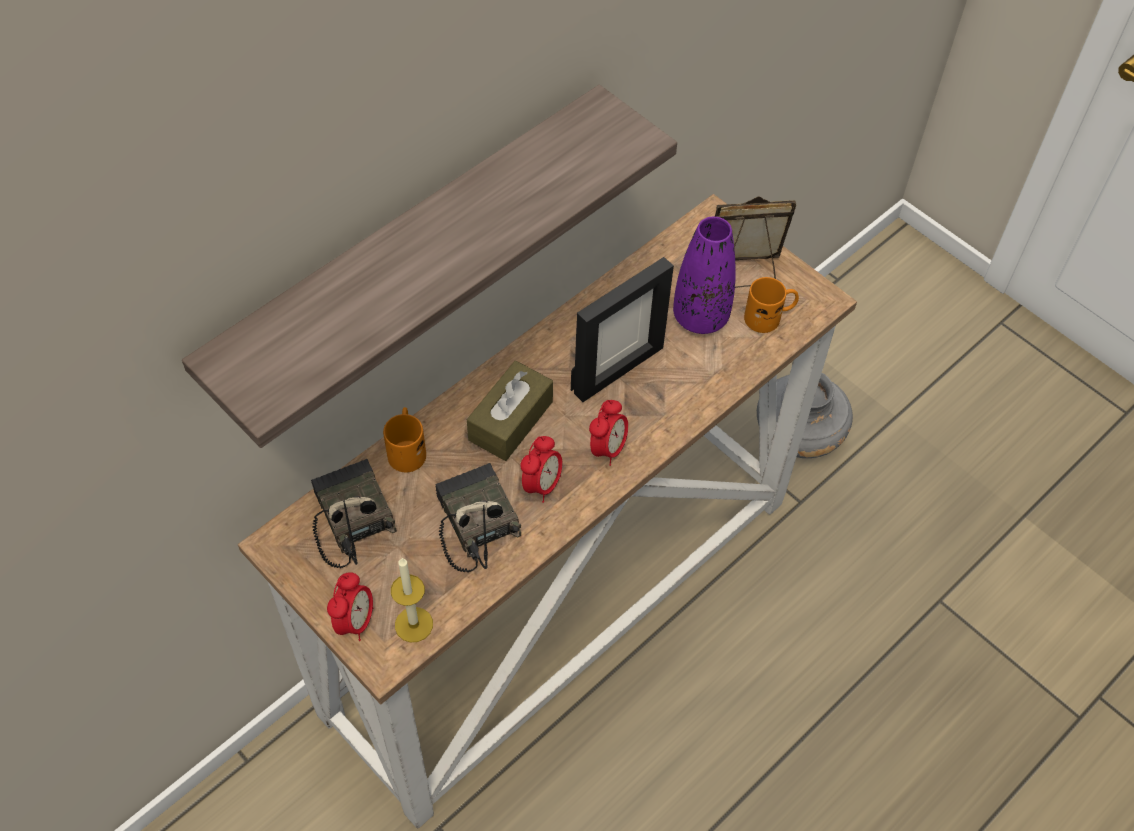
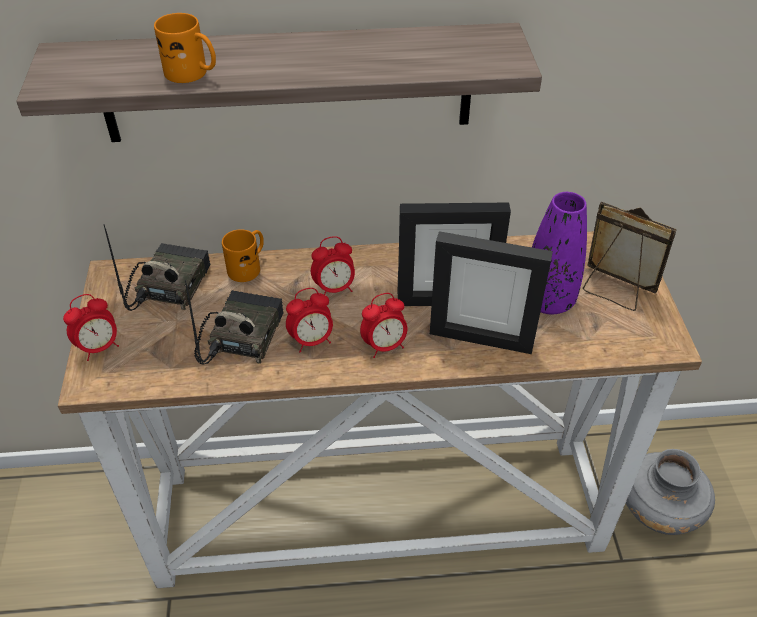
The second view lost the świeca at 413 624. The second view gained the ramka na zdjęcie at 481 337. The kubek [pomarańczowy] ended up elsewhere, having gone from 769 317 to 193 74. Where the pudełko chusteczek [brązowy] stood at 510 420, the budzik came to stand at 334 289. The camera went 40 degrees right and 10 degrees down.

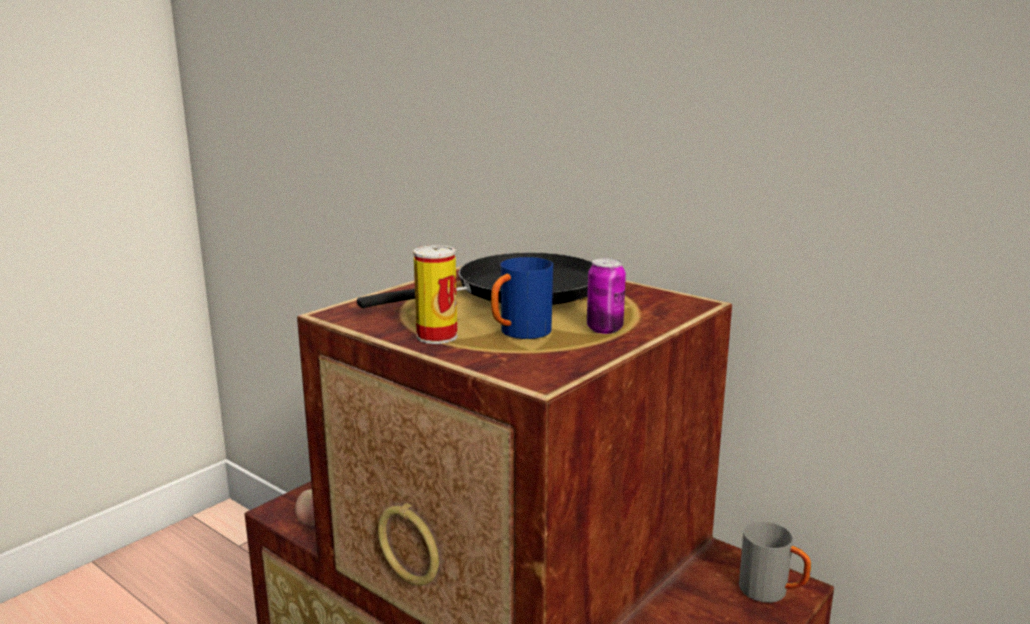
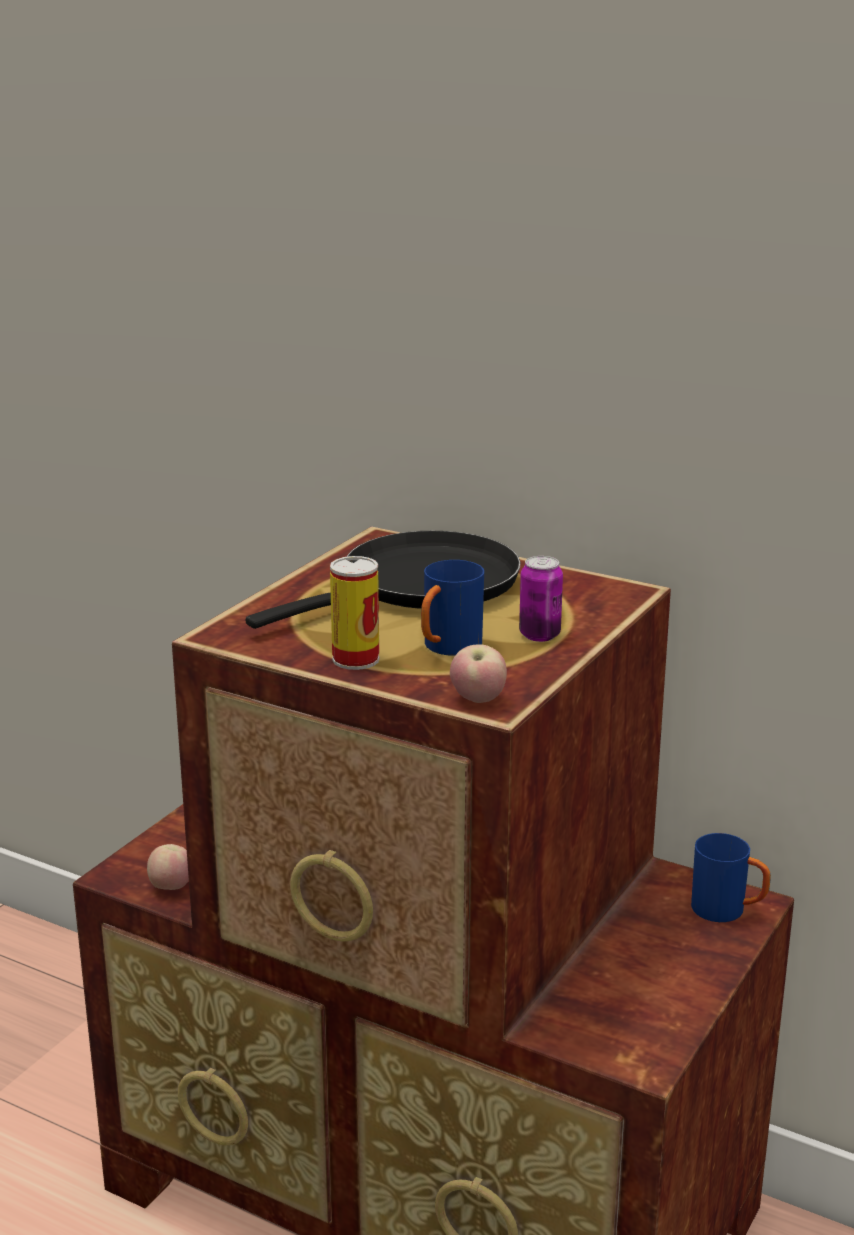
The second view gained the jabłko at 478 700. What was the kubek [szary] at 772 592 turned into the kubek [niebieski] at 728 911. The camera went 10 degrees left and 5 degrees up.

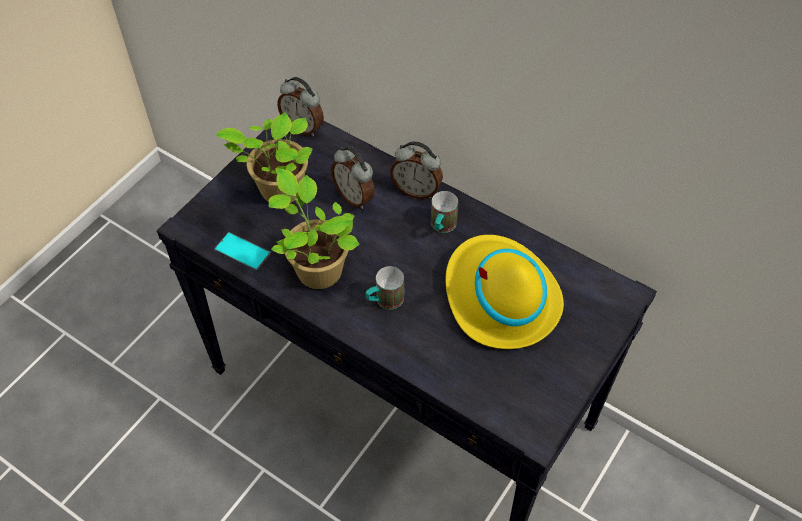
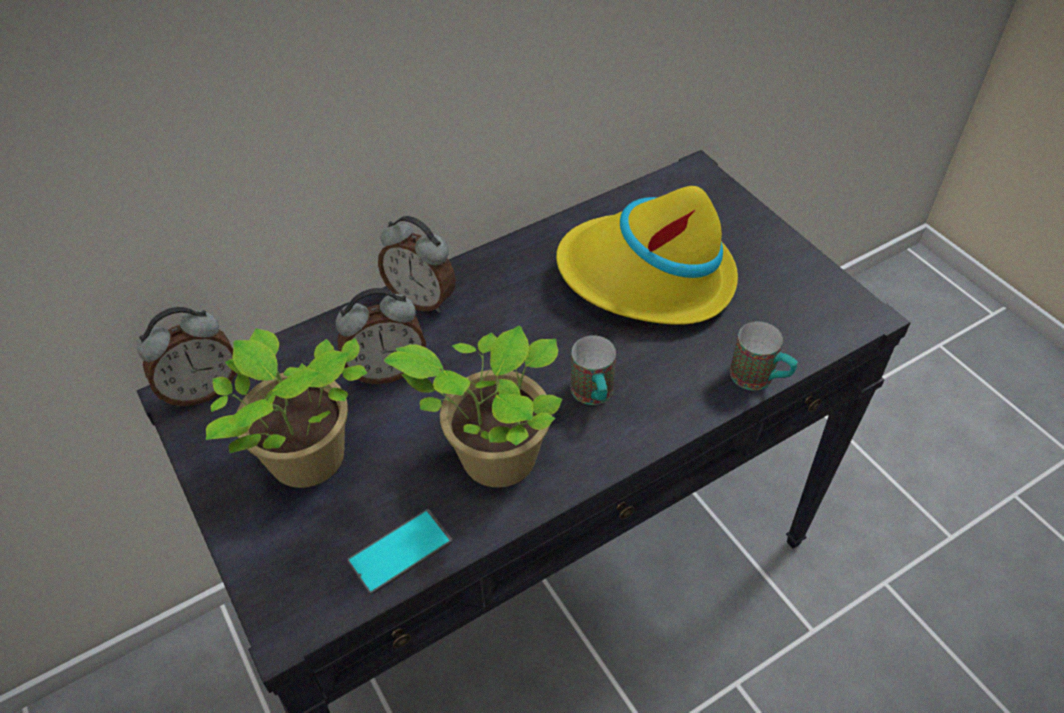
The kubek ended up elsewhere, having gone from 441 227 to 759 379. The budzik at 416 190 ended up facing another way, 75 degrees clockwise from before. The camera went 65 degrees left and 5 degrees down.

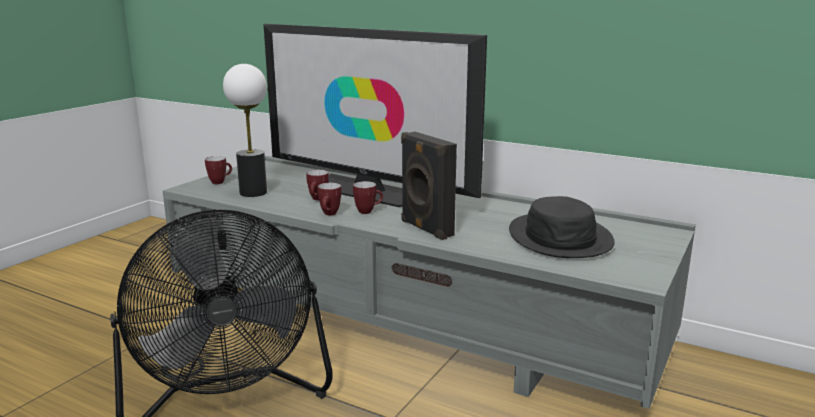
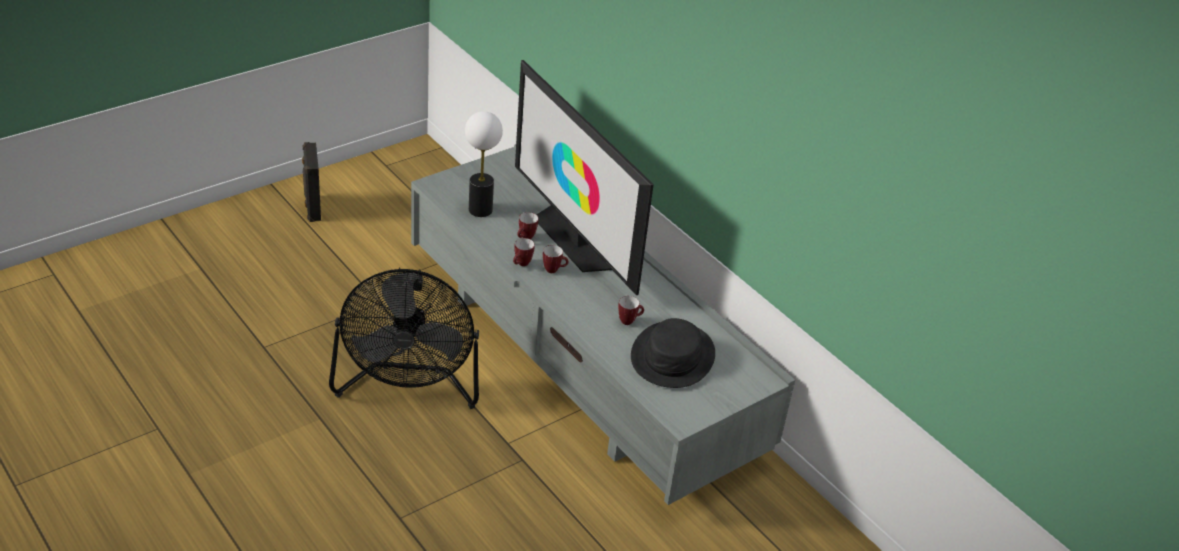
The kubek ended up elsewhere, having gone from 220 182 to 629 321. The głośnik [czarny] ended up elsewhere, having gone from 425 229 to 312 208. The camera went 20 degrees right and 20 degrees up.

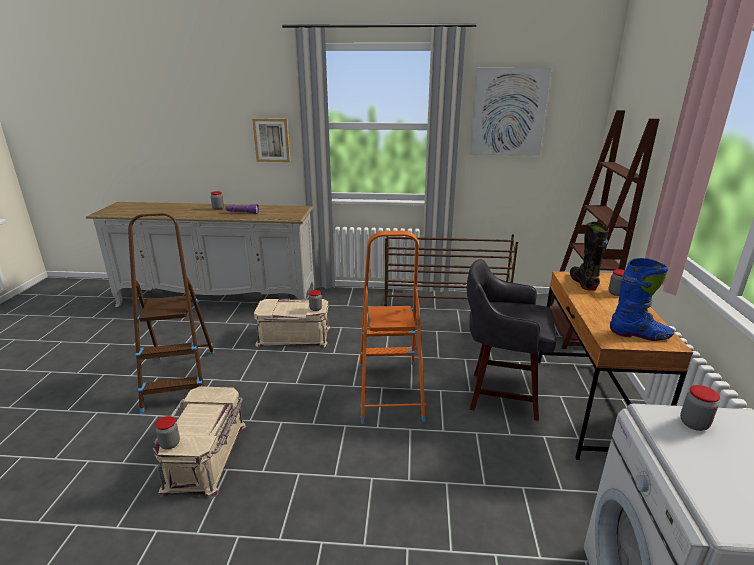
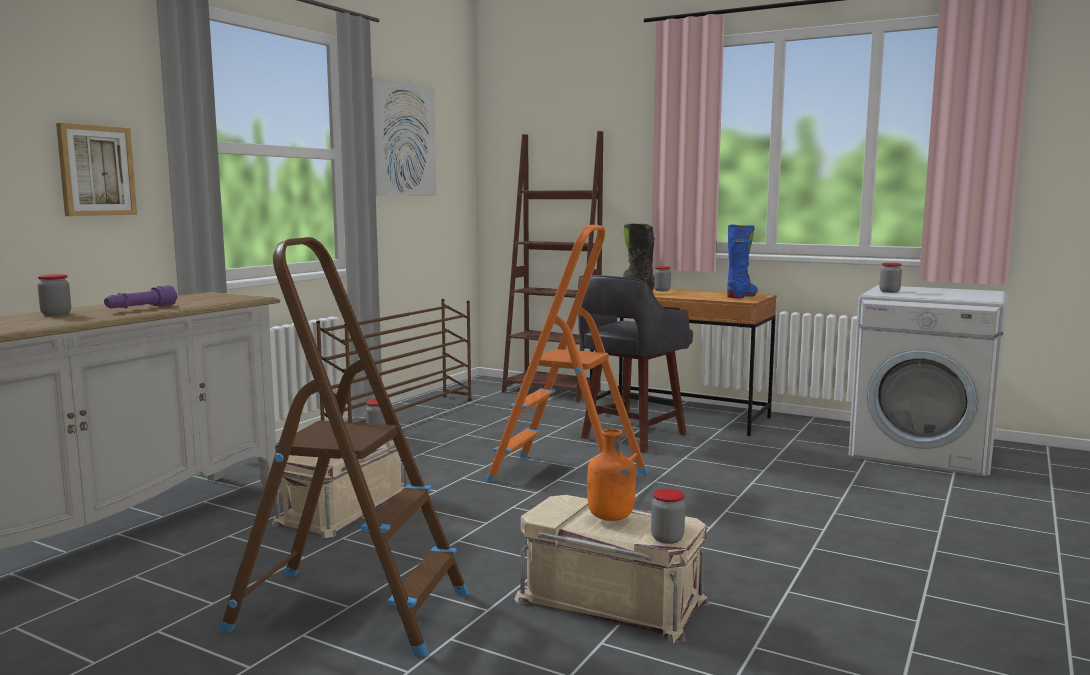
The second view gained the butelka [pomarańczowy] at 611 518. The camera went 65 degrees left and 15 degrees down.

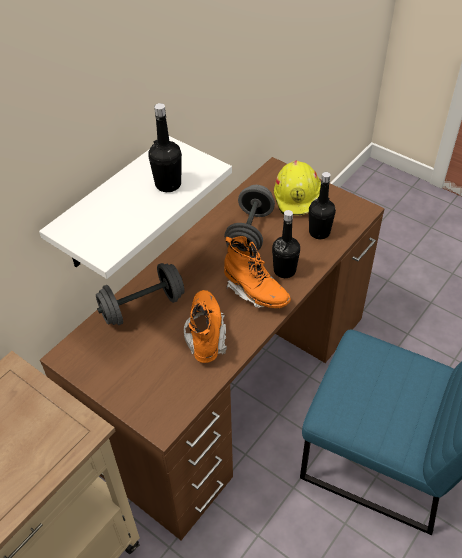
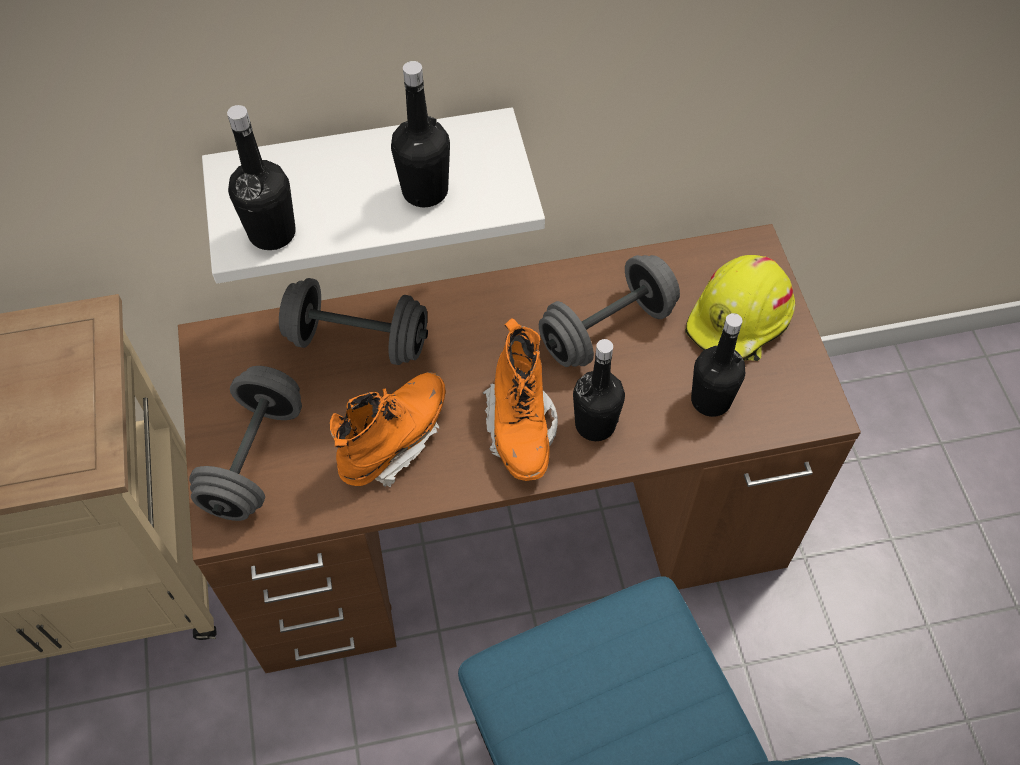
The second view gained the hantel [szary] at 254 459. The second view gained the butelka [czarny] at 272 233. The camera went 40 degrees right and 10 degrees up.

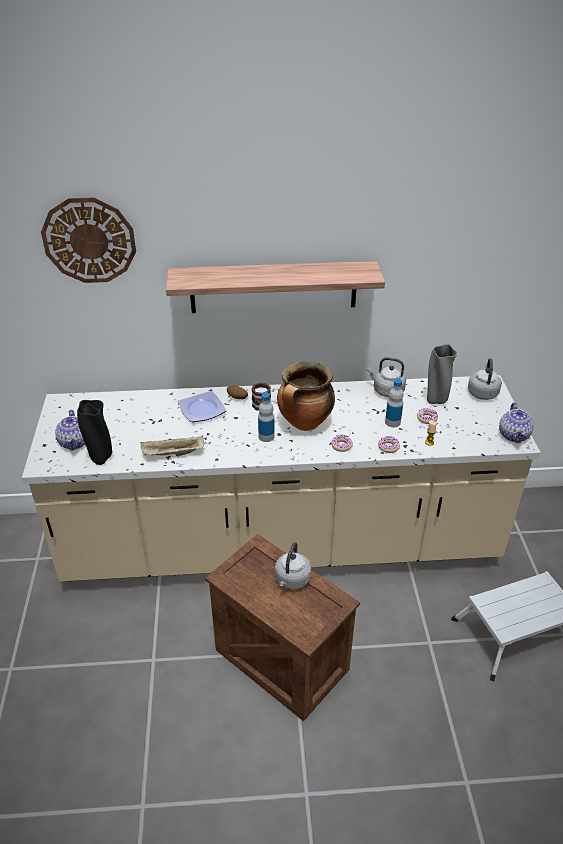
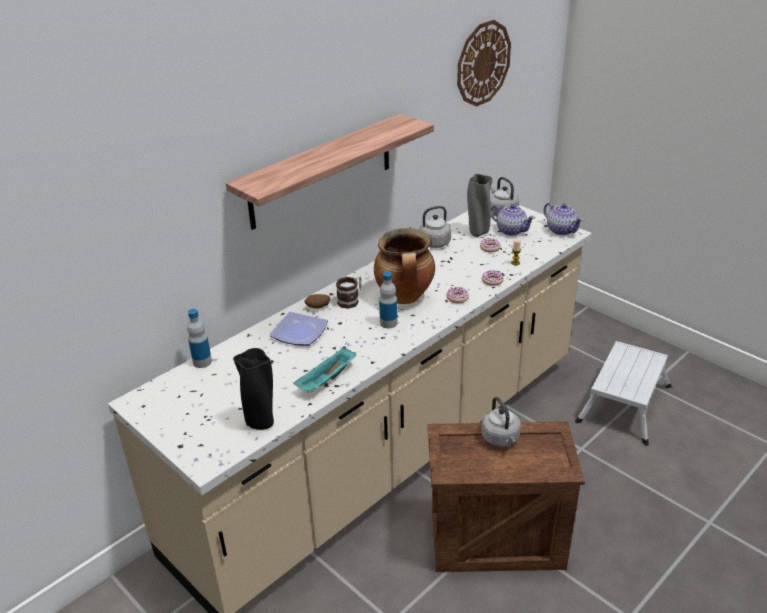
The zegar ścienny ended up elsewhere, having gone from 89 240 to 483 63. The imbryk ended up elsewhere, having gone from 75 442 to 511 230. The butelka ended up elsewhere, having gone from 392 422 to 202 362. What was the taca [beżowy] at 172 454 turned into the taca [turkusowy] at 327 380. The camera went 40 degrees left and 5 degrees down.

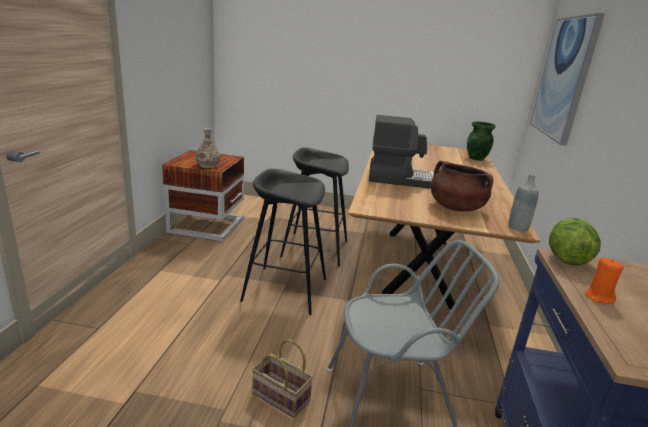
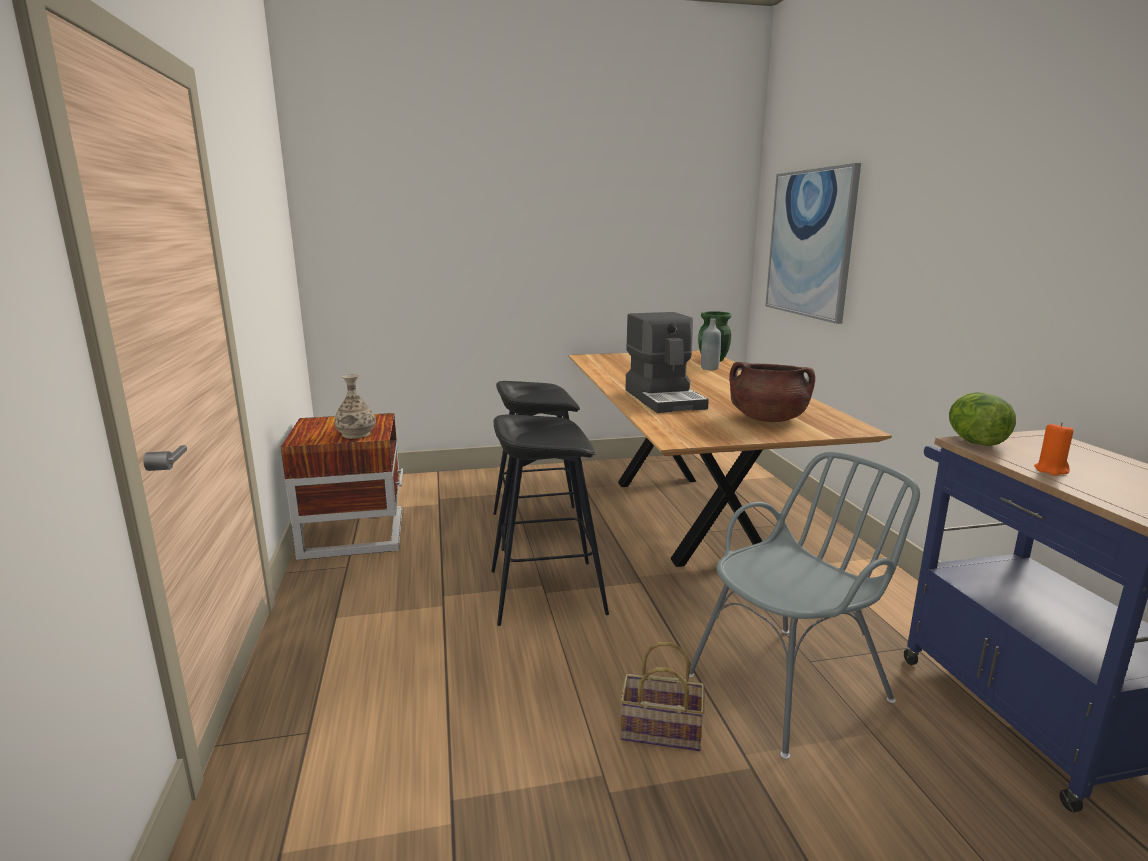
The butelka [szary] ended up elsewhere, having gone from 518 227 to 709 368. The ekspres do kawy at 400 179 ended up facing another way, 90 degrees clockwise from before. The camera went 20 degrees left and 5 degrees down.

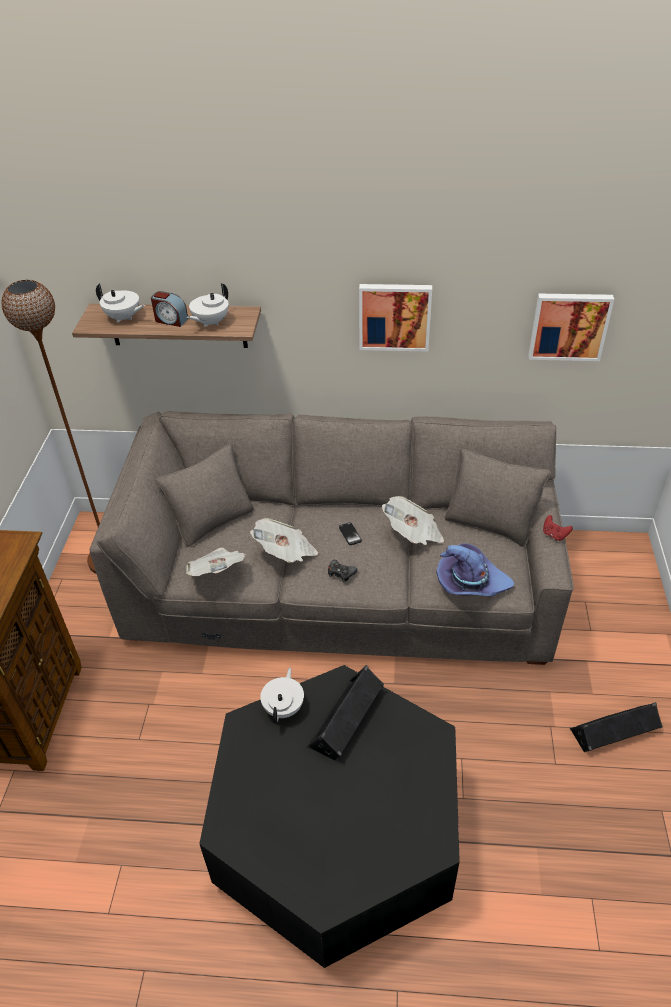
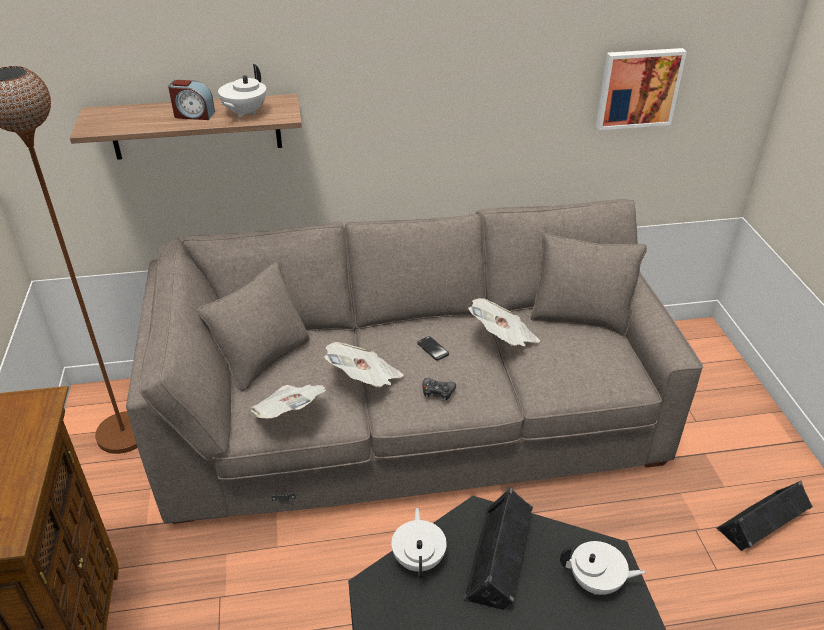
The second view lost the obraz at 394 316. The second view lost the kapelusz [fioletowy] at 470 582. The second view lost the pad do gier [czerwony] at 554 535. The imbryk [biały] ended up elsewhere, having gone from 123 318 to 596 582. The camera went 15 degrees left and 5 degrees down.

